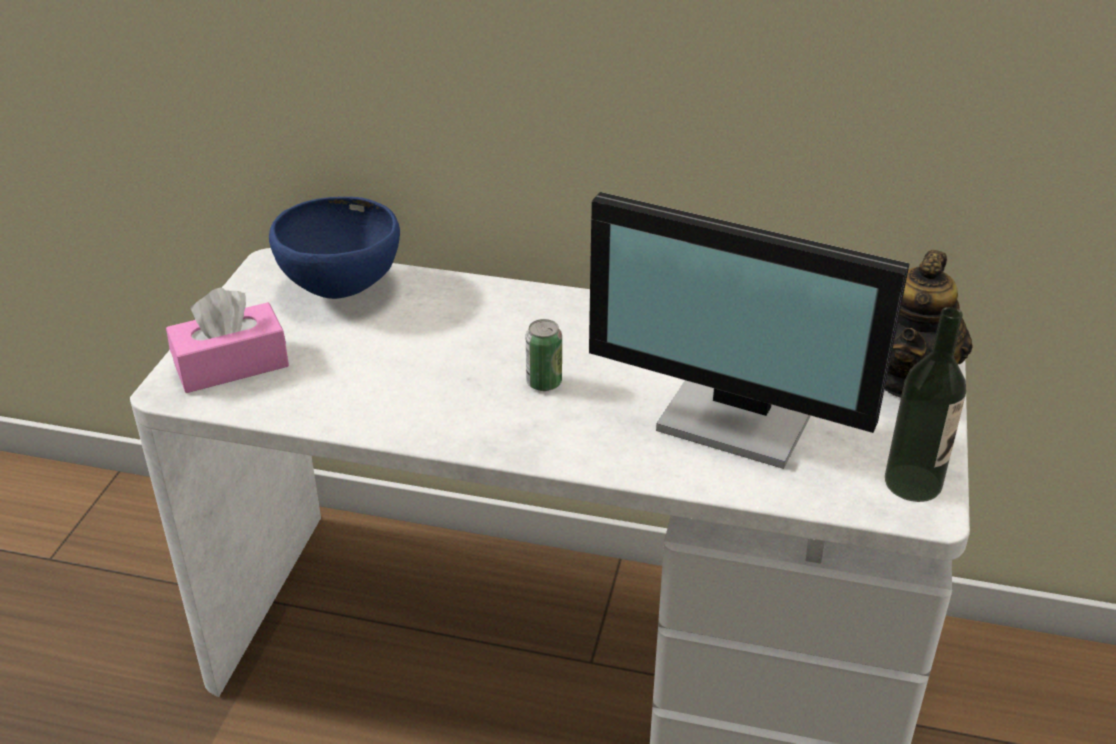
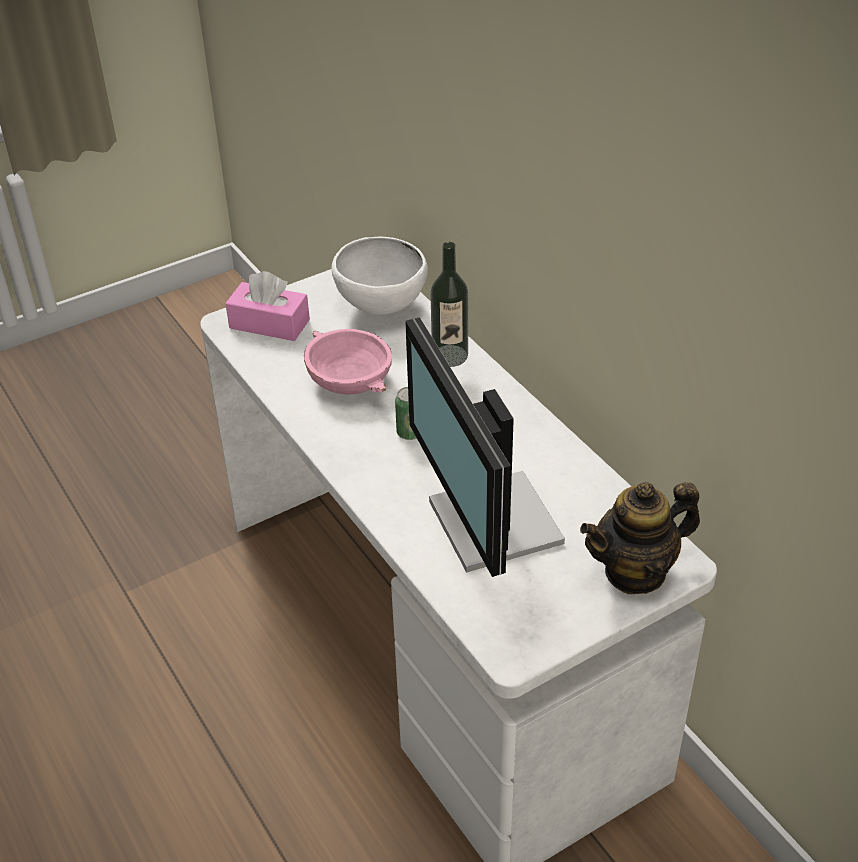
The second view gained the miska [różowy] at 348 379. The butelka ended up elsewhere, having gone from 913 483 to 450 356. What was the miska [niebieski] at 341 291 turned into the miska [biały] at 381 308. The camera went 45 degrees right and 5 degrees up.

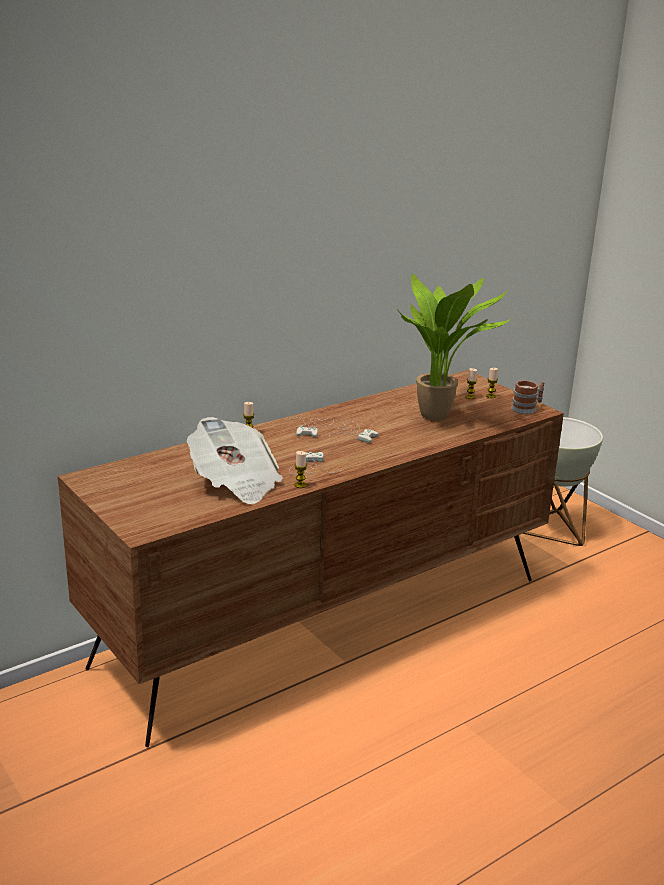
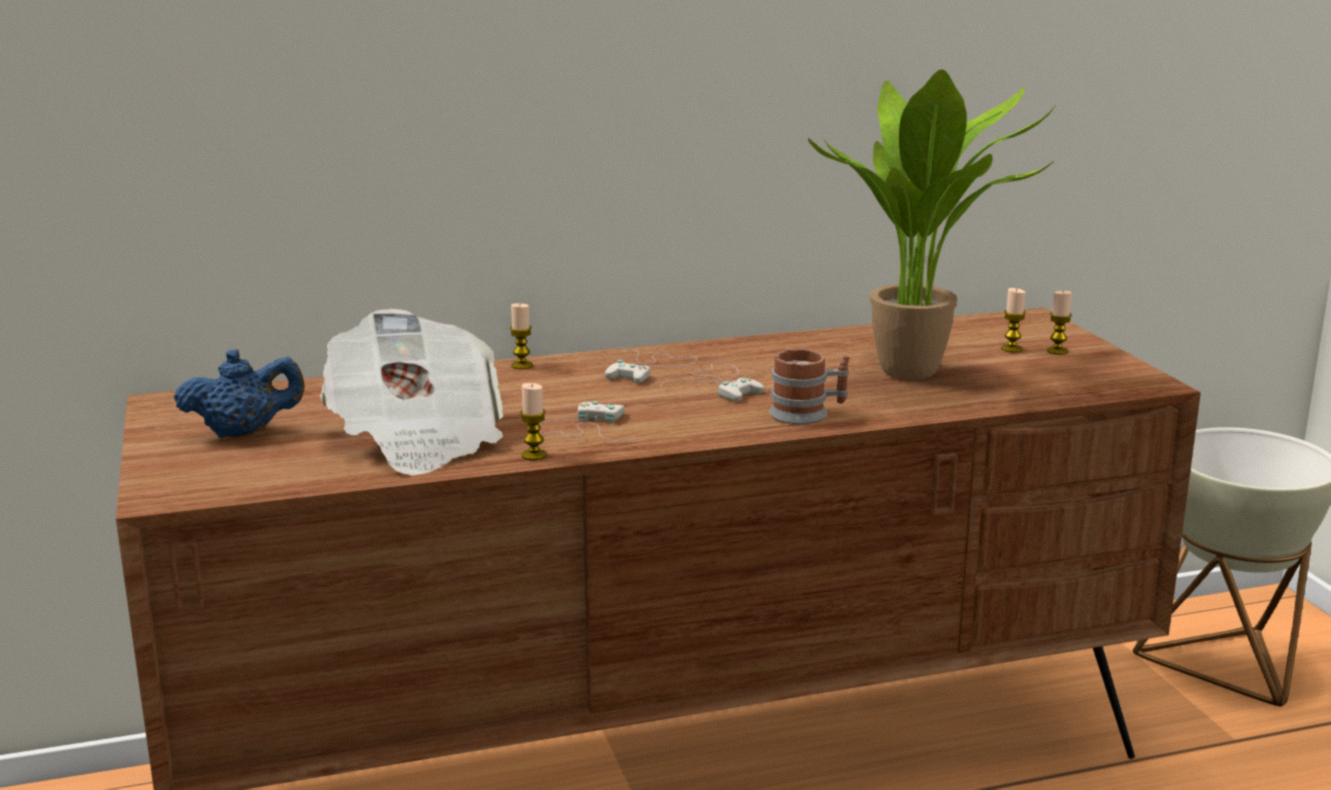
The second view gained the imbryk [niebieski] at 244 433. The kubek ended up elsewhere, having gone from 527 408 to 808 413. The camera went 20 degrees right and 5 degrees down.

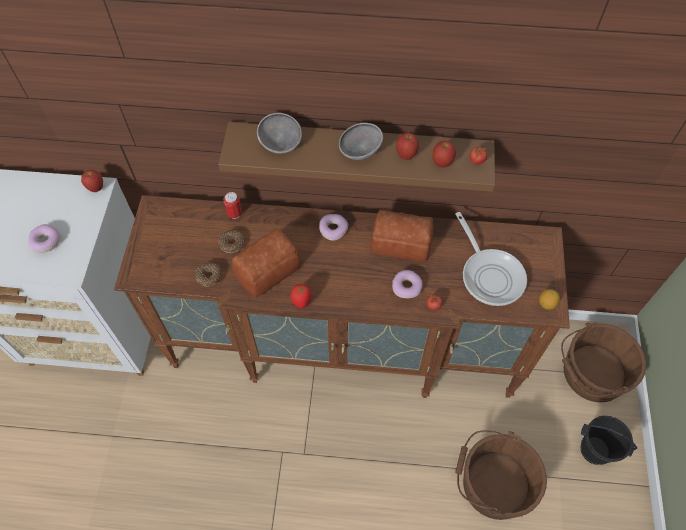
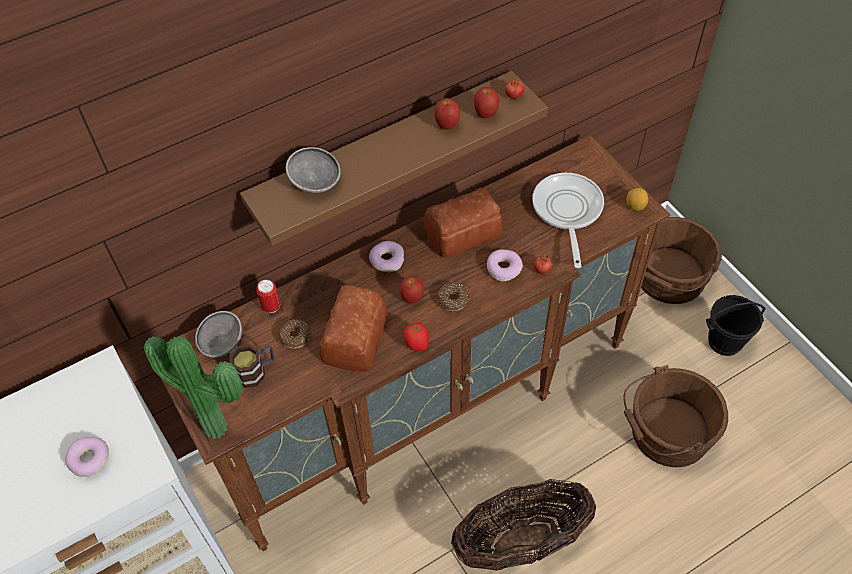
The second view gained the roślina doniczkowa at 218 424. The second view gained the kubek at 256 371. The second view gained the koszyk at 521 541. The jabłko ended up elsewhere, having gone from 96 188 to 412 299. The donut ended up elsewhere, having gone from 209 276 to 453 300. The miska [szary] ended up elsewhere, having gone from 359 150 to 221 343. The patelnia at 490 275 ended up facing another way, 120 degrees counterclockwise from before. The camera went 35 degrees left and 5 degrees down.

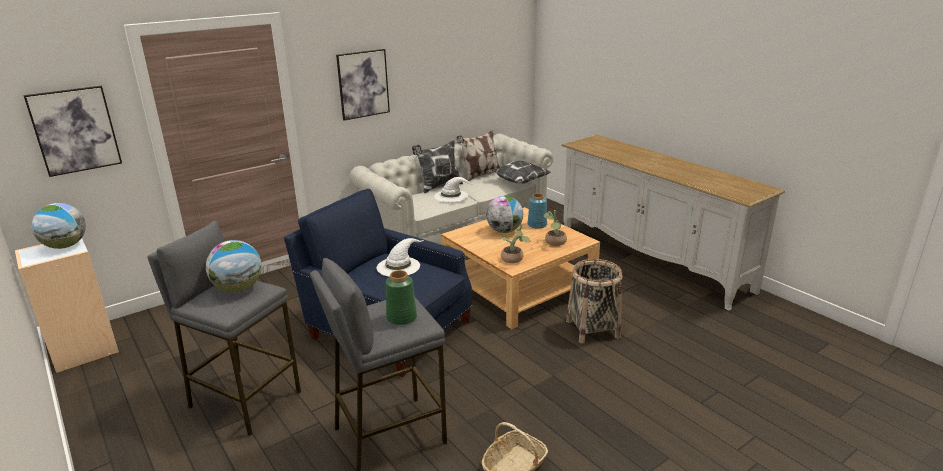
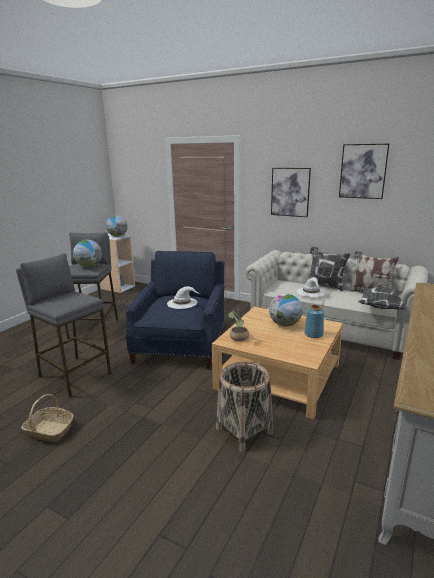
The second view lost the wazon [zielony] at 402 318. The second view lost the roślina doniczkowa at 554 243. The obraz ended up elsewhere, having gone from 75 130 to 363 171. The camera went 65 degrees right and 5 degrees down.

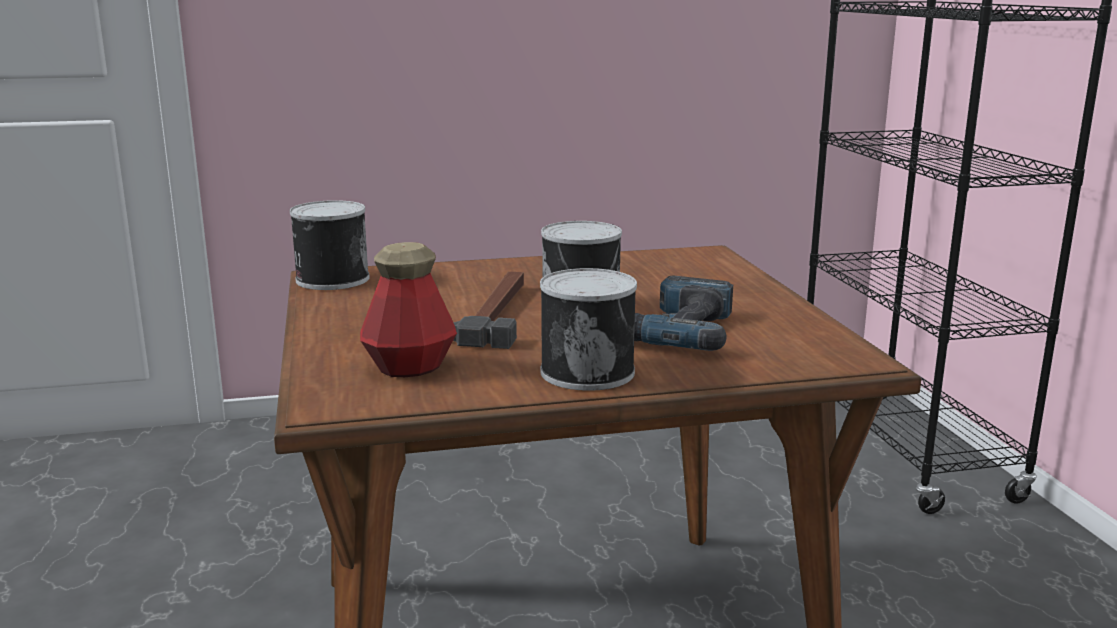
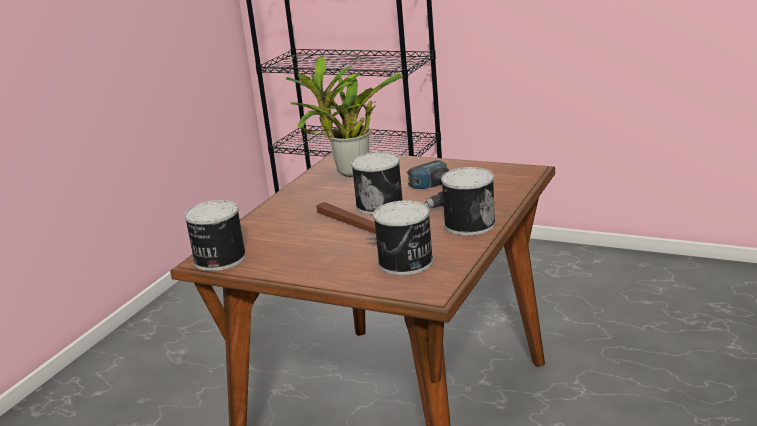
The second view gained the roślina doniczkowa at 348 173. Where the butelka stood at 410 367, the puszka came to stand at 406 262. The camera went 50 degrees left and 5 degrees up.

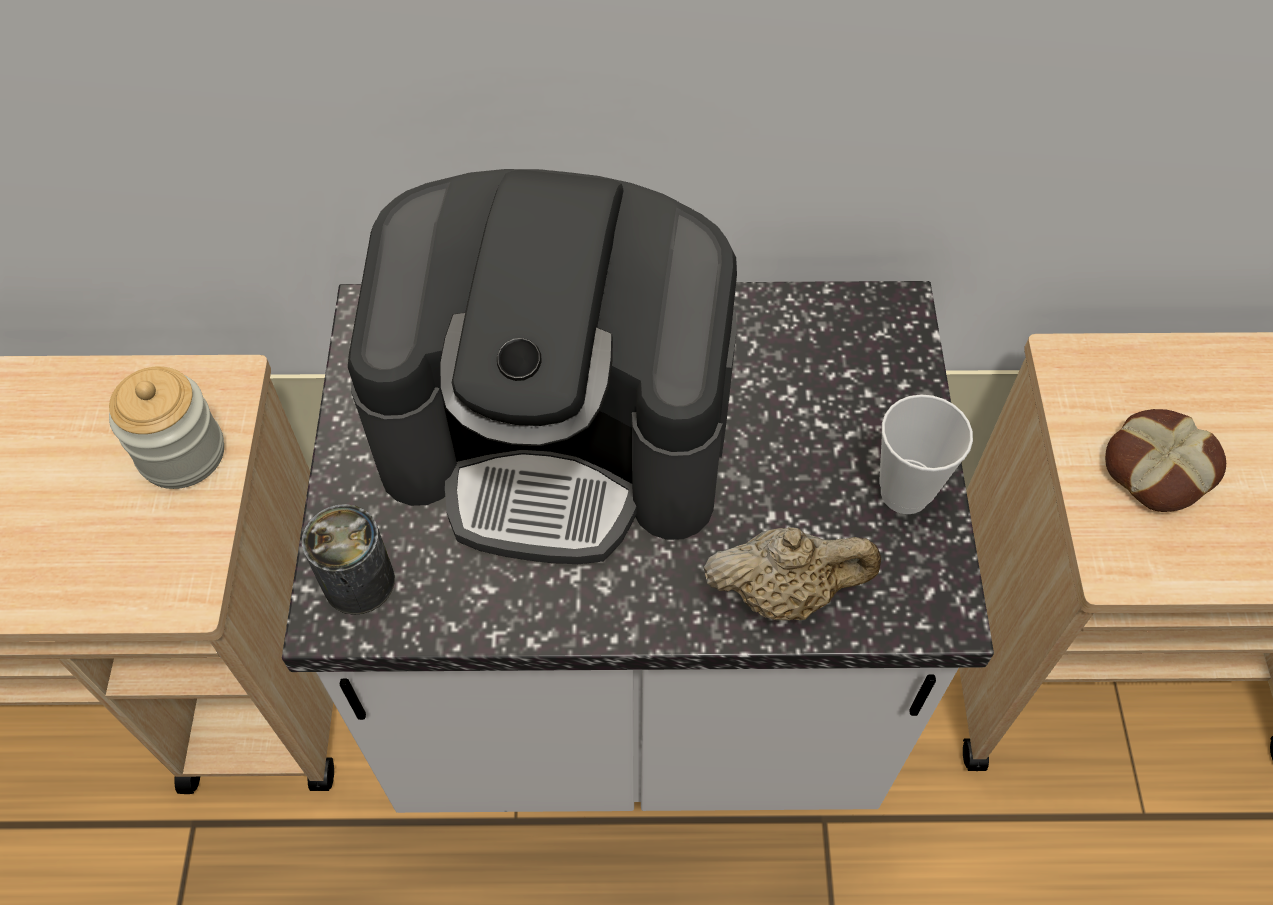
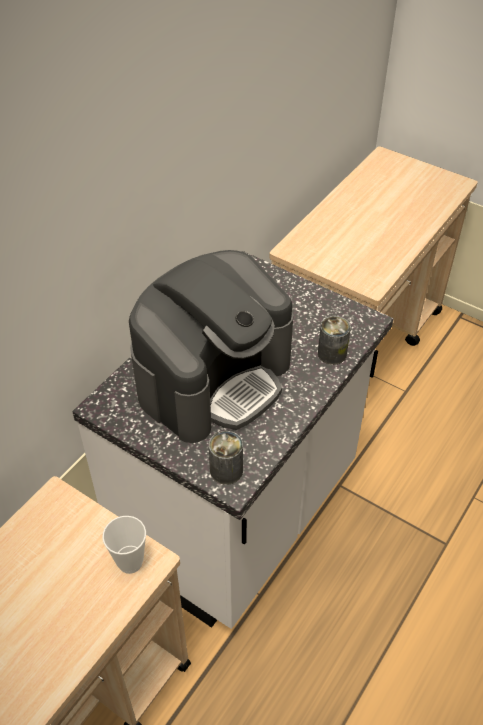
The second view lost the słoik at 182 453. The second view lost the chleb at 1157 466. The filiżanka ended up elsewhere, having gone from 905 493 to 130 562. Where the imbryk [beżowy] stood at 785 592, the puszka came to stand at 332 353. The camera went 55 degrees left and 10 degrees down.

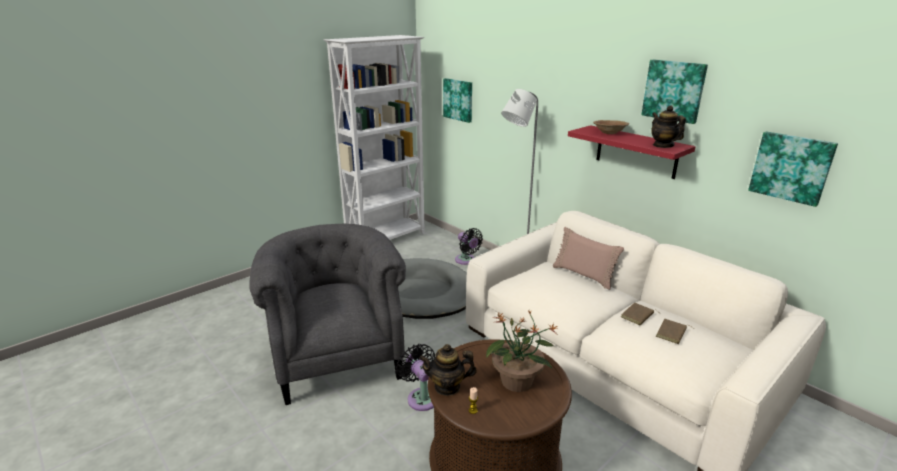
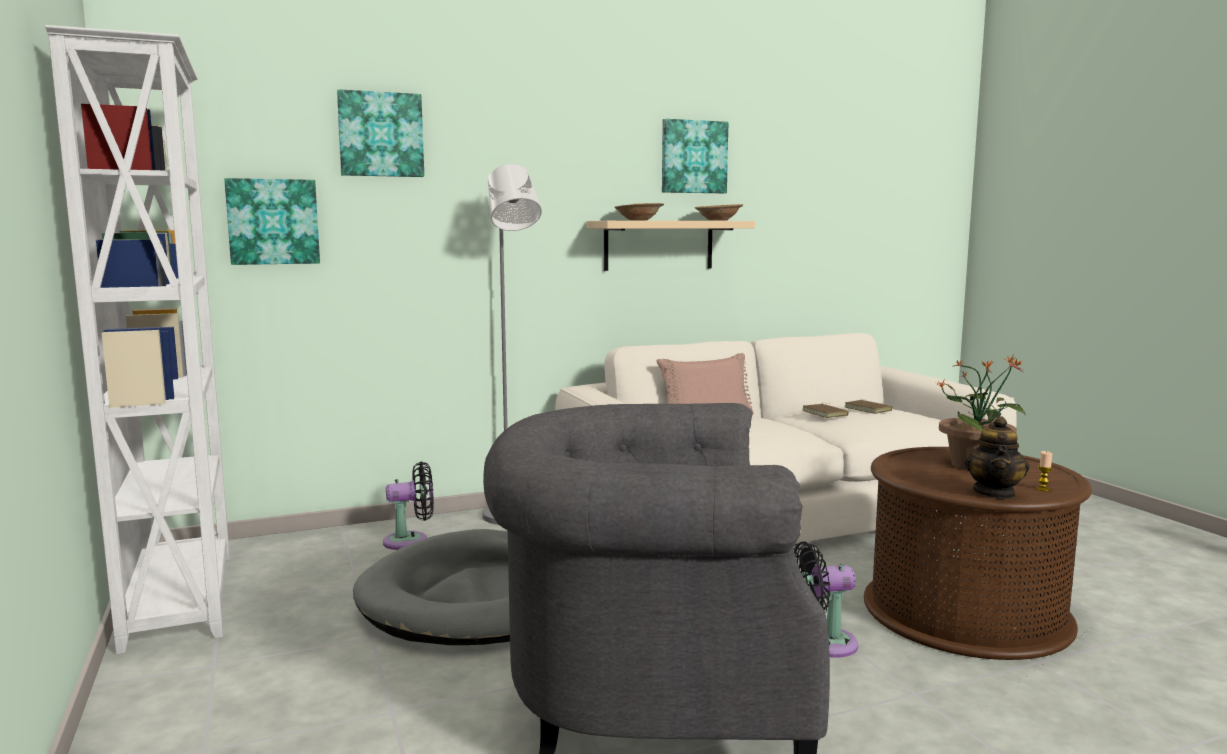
The obraz ended up elsewhere, having gone from 791 167 to 380 135. Where the imbryk stood at 663 145, the miska [brązowy] came to stand at 718 220. What was the półka [czerwony] at 636 152 turned into the półka [beżowy] at 658 245. The camera went 70 degrees left and 15 degrees down.

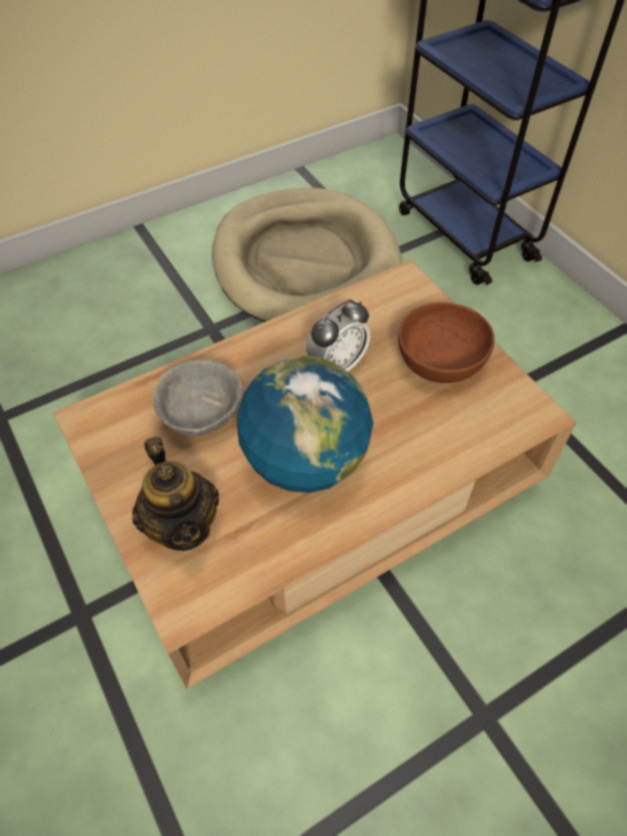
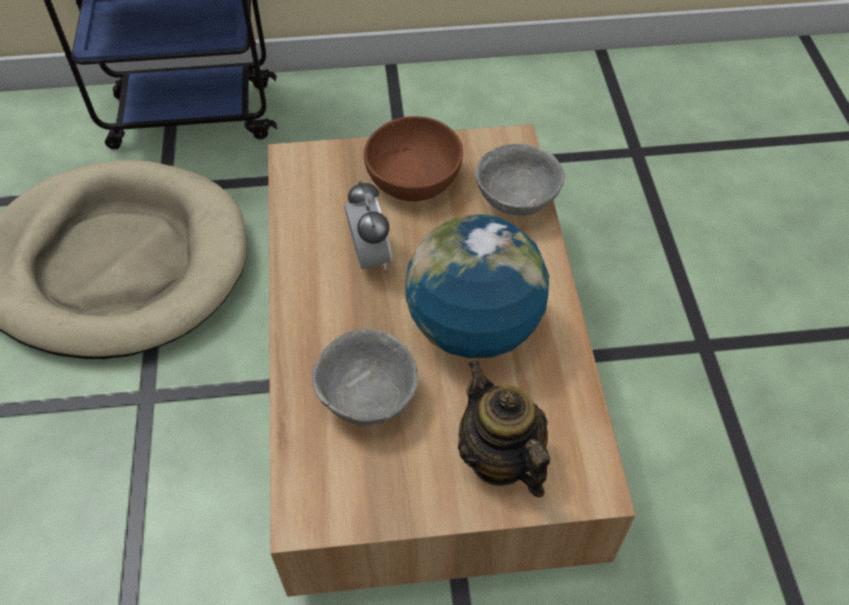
The second view gained the miska [szary] at 516 202. The imbryk at 183 525 ended up facing another way, 120 degrees counterclockwise from before. The camera went 65 degrees left and 0 degrees up.

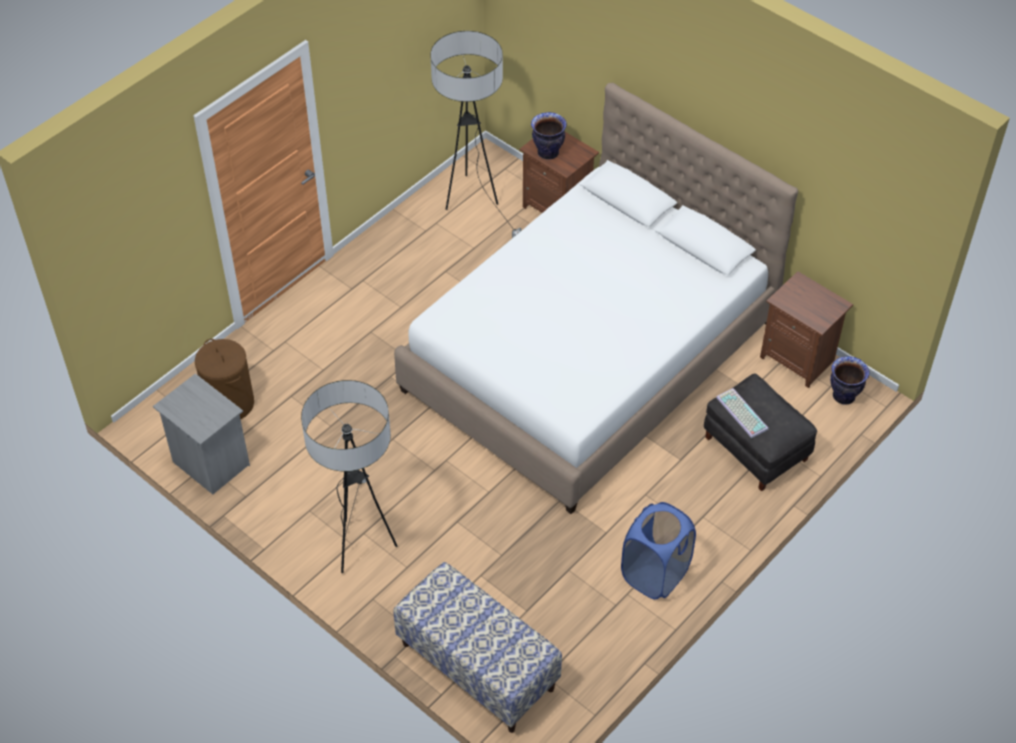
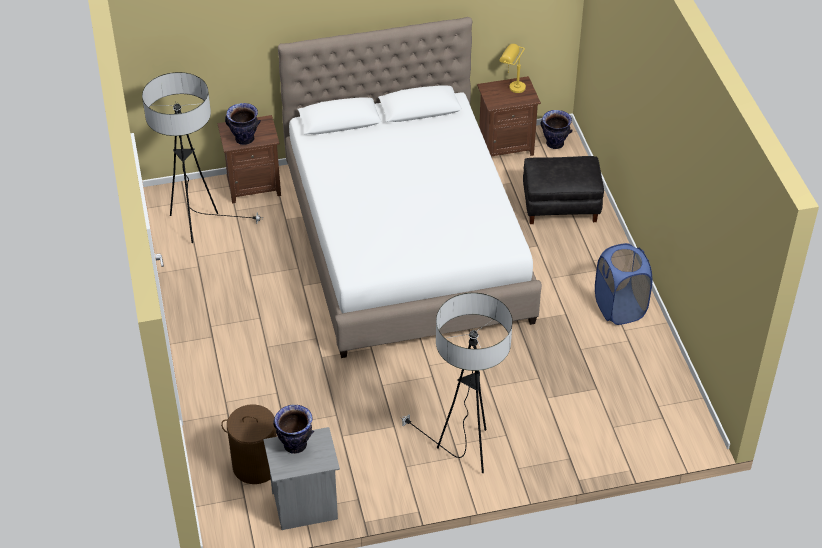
The second view lost the ławka at 477 667. The second view lost the klawiatura at 740 413. The second view gained the wazon at 295 445. The second view gained the lampa stołowa [żółty] at 511 86. The camera went 55 degrees left and 5 degrees down.

